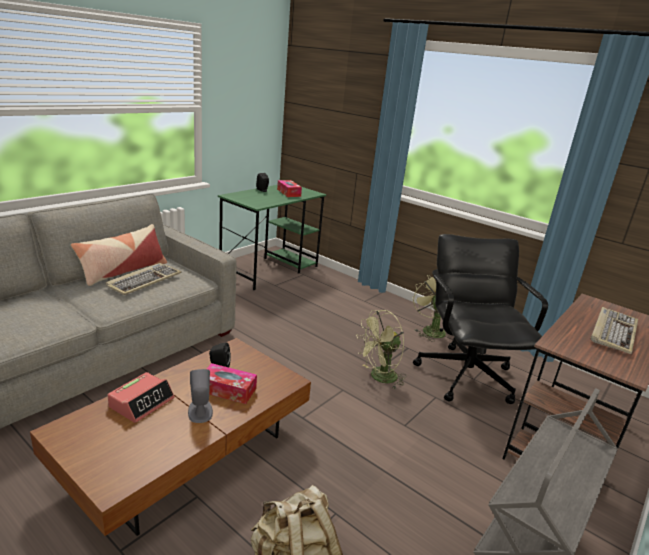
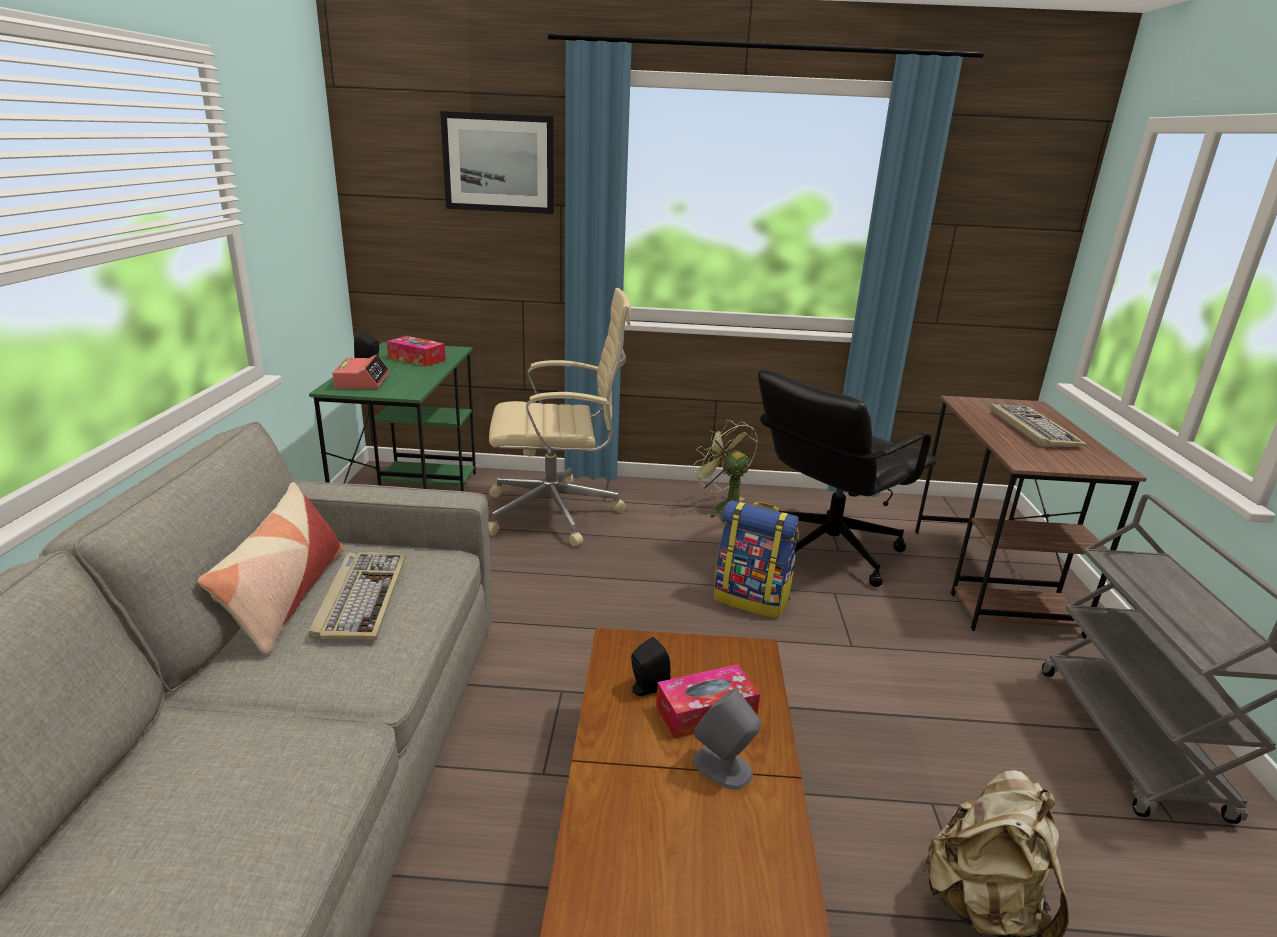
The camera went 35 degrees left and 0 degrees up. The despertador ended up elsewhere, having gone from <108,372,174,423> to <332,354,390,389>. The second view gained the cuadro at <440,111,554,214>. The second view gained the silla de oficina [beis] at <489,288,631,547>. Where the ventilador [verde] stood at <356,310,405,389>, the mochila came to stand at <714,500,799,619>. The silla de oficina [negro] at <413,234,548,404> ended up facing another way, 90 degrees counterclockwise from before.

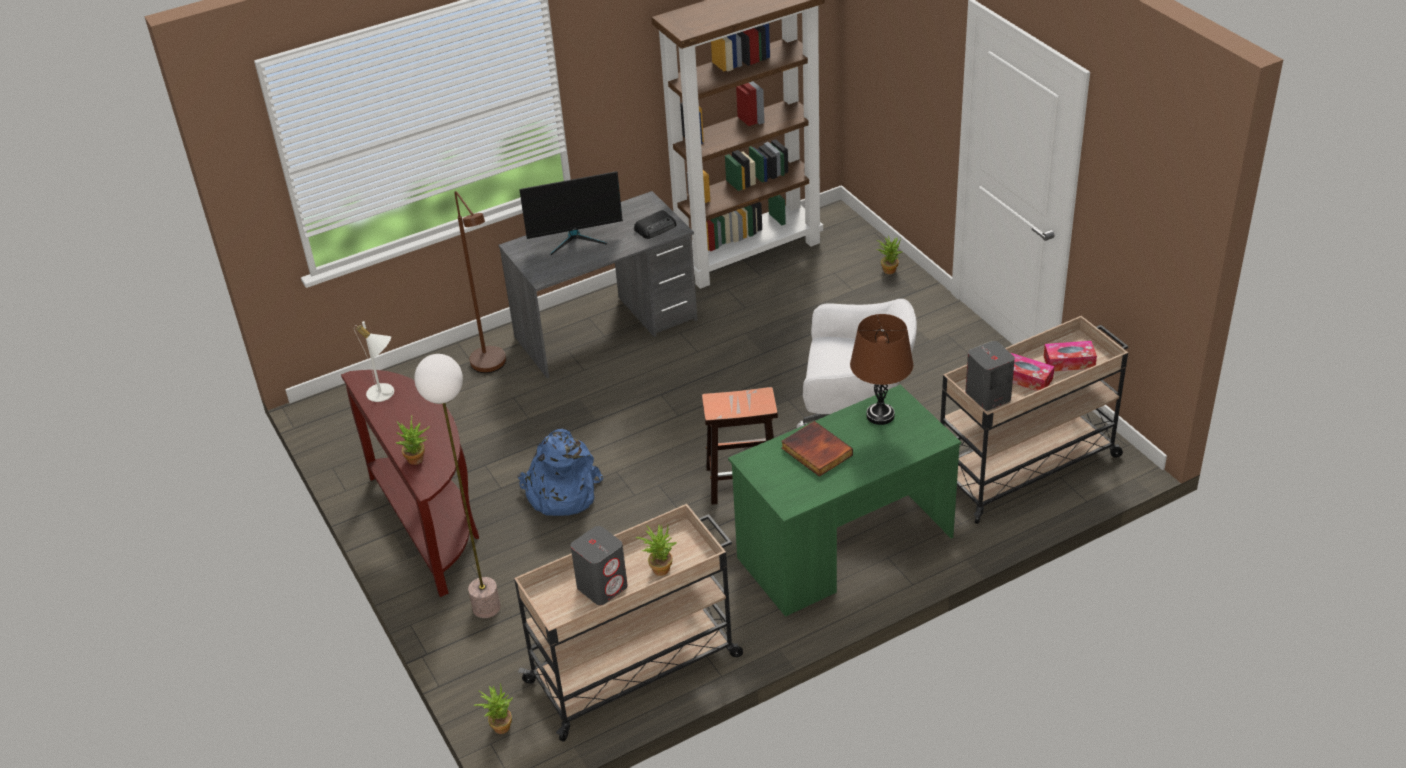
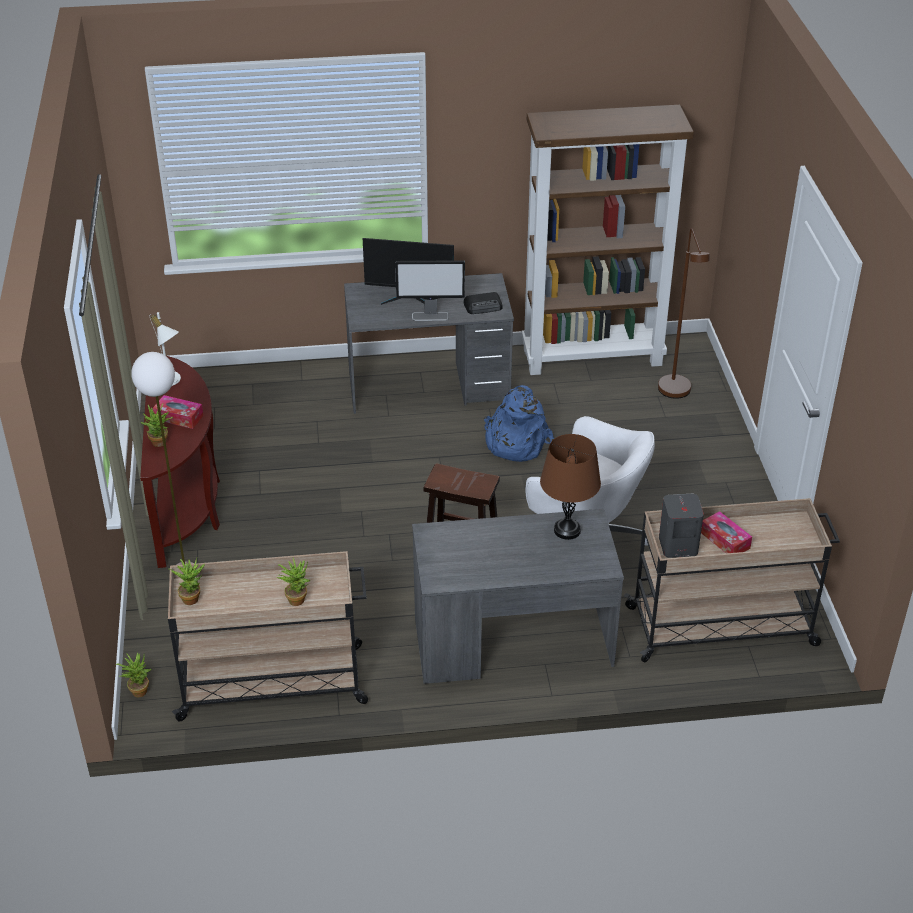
The camera went 20 degrees right and 0 degrees up. The caja de pañuelos ended up elsewhere, having gone from <1044,341,1097,371> to <153,395,203,429>. The planta en maceta ended up elsewhere, having gone from <877,236,903,274> to <169,558,205,605>. The second view gained the monitor at <395,260,465,321>. What was the escritorio [verde] at <728,385,961,617> turned into the escritorio [gris] at <412,509,624,684>. The mochila [azul] ended up elsewhere, having gone from <517,429,603,516> to <484,385,554,462>. The lámpara de pie [marrón] ended up elsewhere, having gone from <455,191,506,373> to <658,228,710,399>. The second view lost the altavoz [gris] at <570,526,628,605>. The second view lost the libro at <781,421,853,477>.

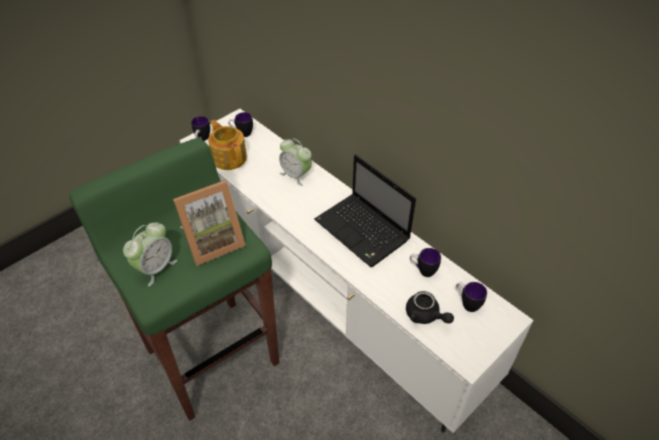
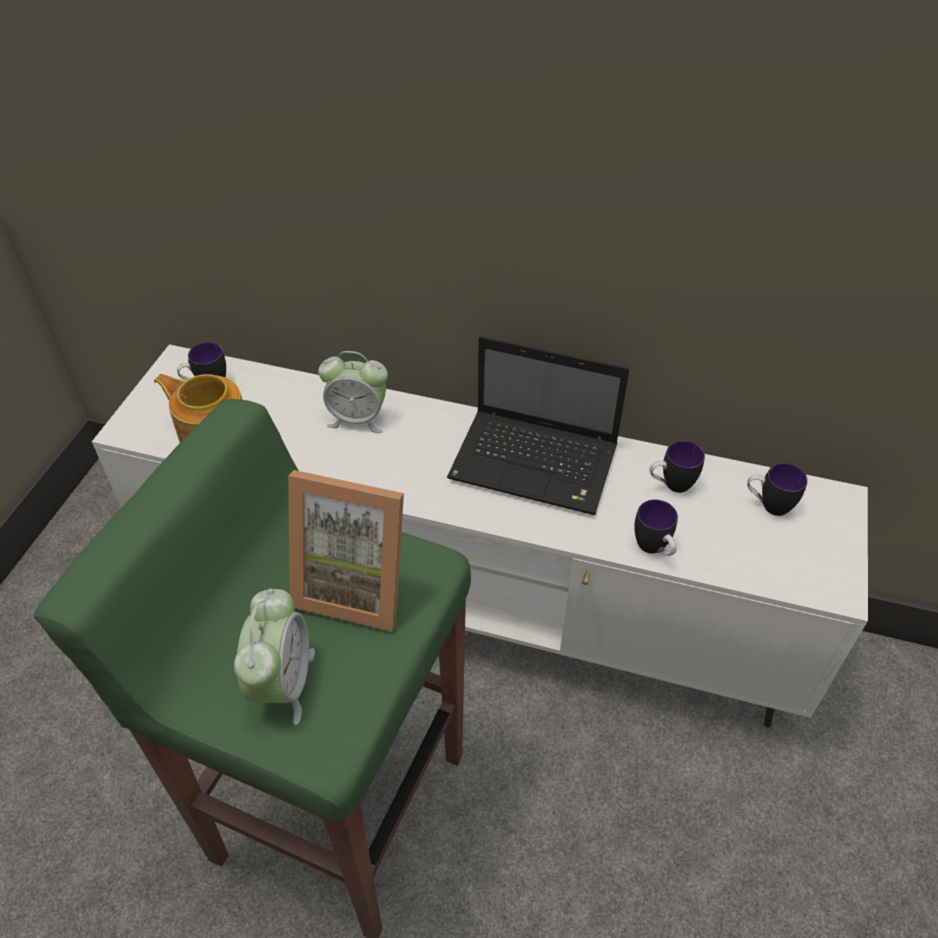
The camera went 30 degrees left and 0 degrees up. The portarretratos at <173,180,245,266> ended up facing another way, 75 degrees clockwise from before. The taza grande ended up elsewhere, having gone from <191,116,210,141> to <634,499,678,556>. The second view lost the tetera [negro] at <406,291,454,324>.

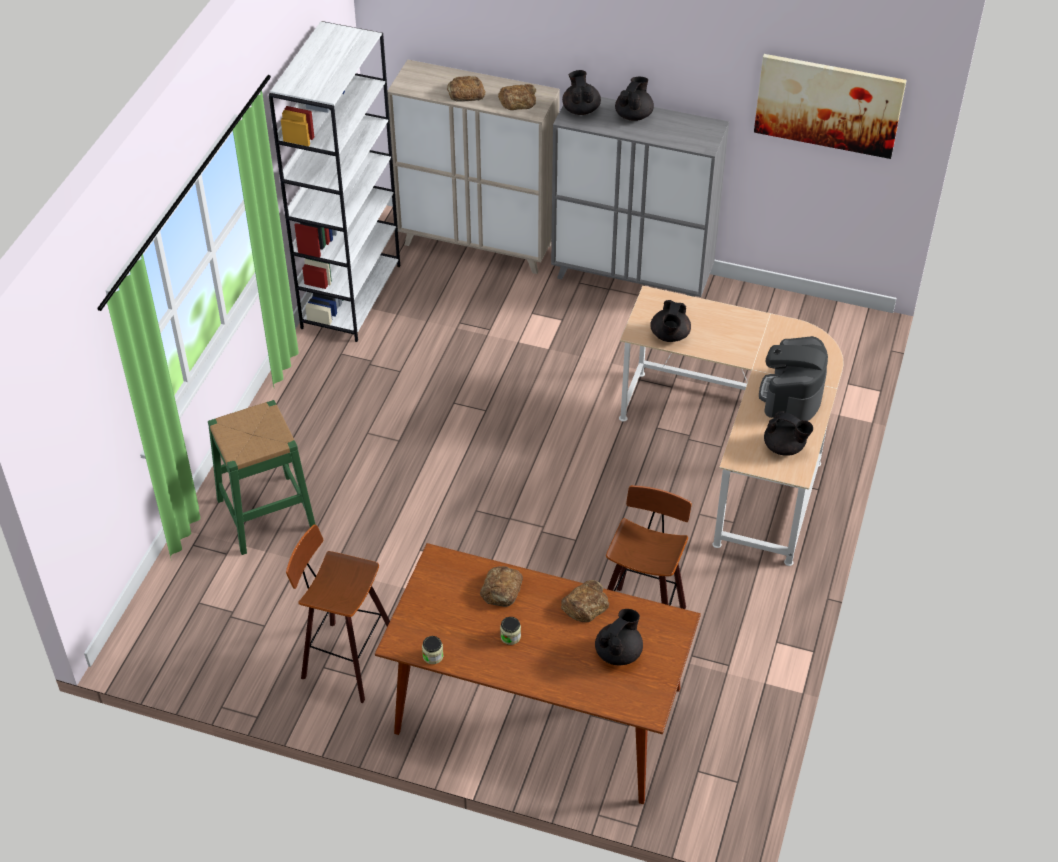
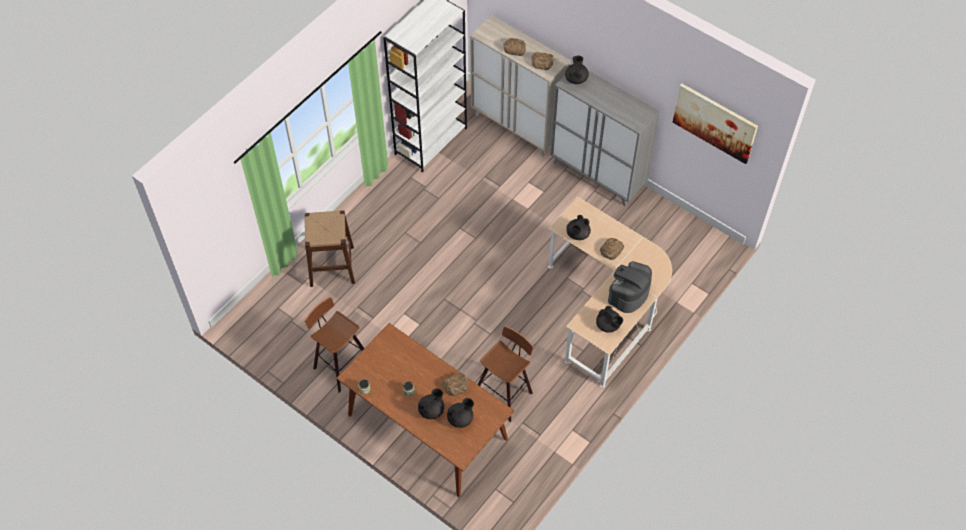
The camera went 20 degrees right and 10 degrees up. What was the taburete [verde] at <208,400,316,555> turned into the taburete [marrón] at <305,211,355,287>. The tetera [negro] ended up elsewhere, having gone from <615,77,654,121> to <418,389,444,419>. The pan ended up elsewhere, having gone from <480,566,523,607> to <600,238,624,260>.

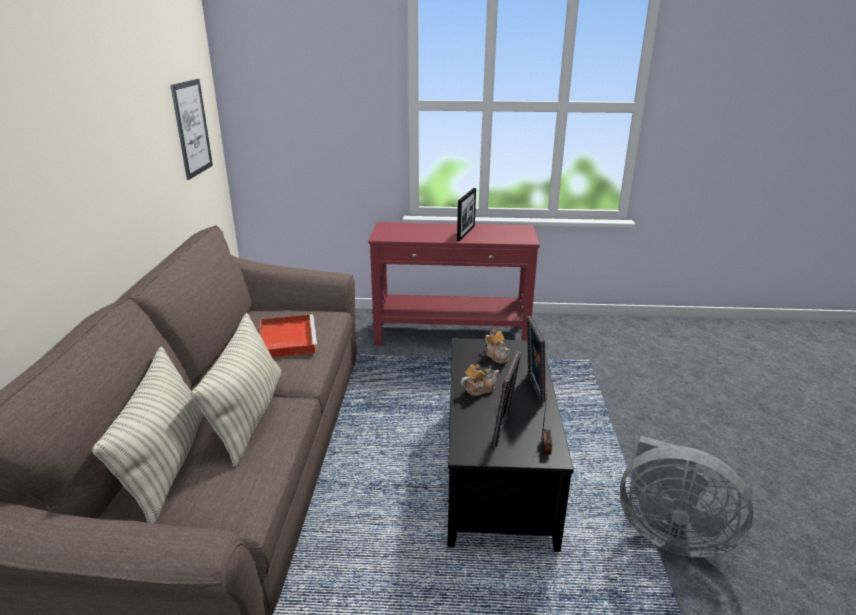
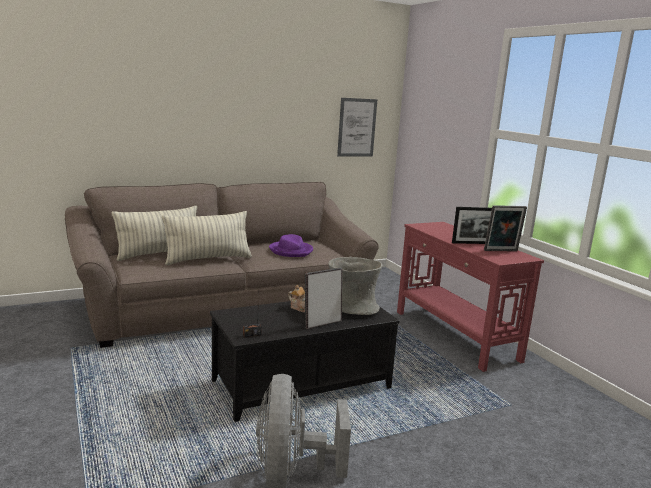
The camera went 60 degrees right and 10 degrees down. Where the bandeja [rojo] stood at <259,314,318,358>, the sombrero [morado] came to stand at <269,234,313,257>. Where the tetera stood at <485,329,510,363>, the florero [gris] came to stand at <328,257,383,315>. The portarretratos ended up elsewhere, having gone from <492,351,521,447> to <484,205,527,251>.

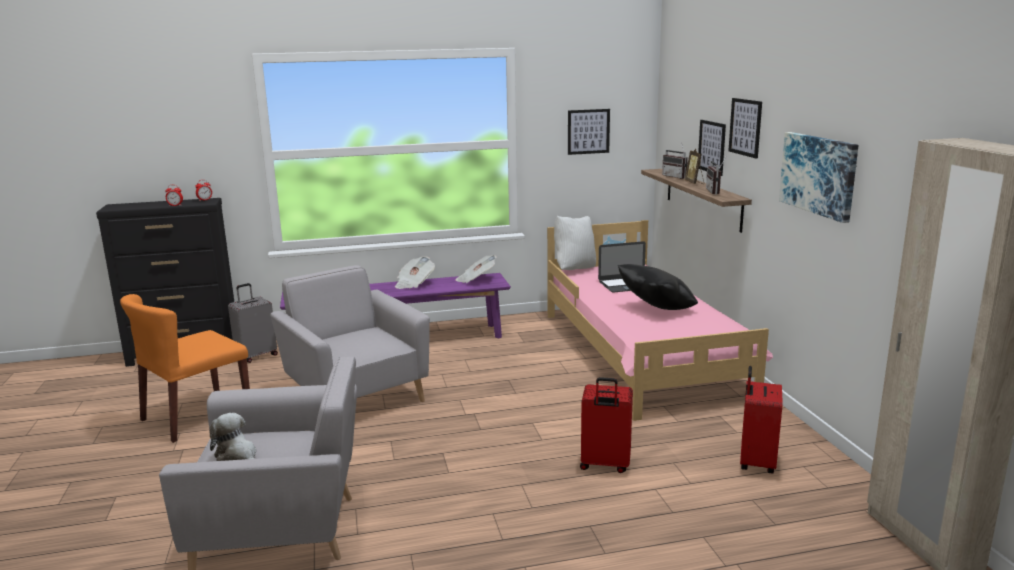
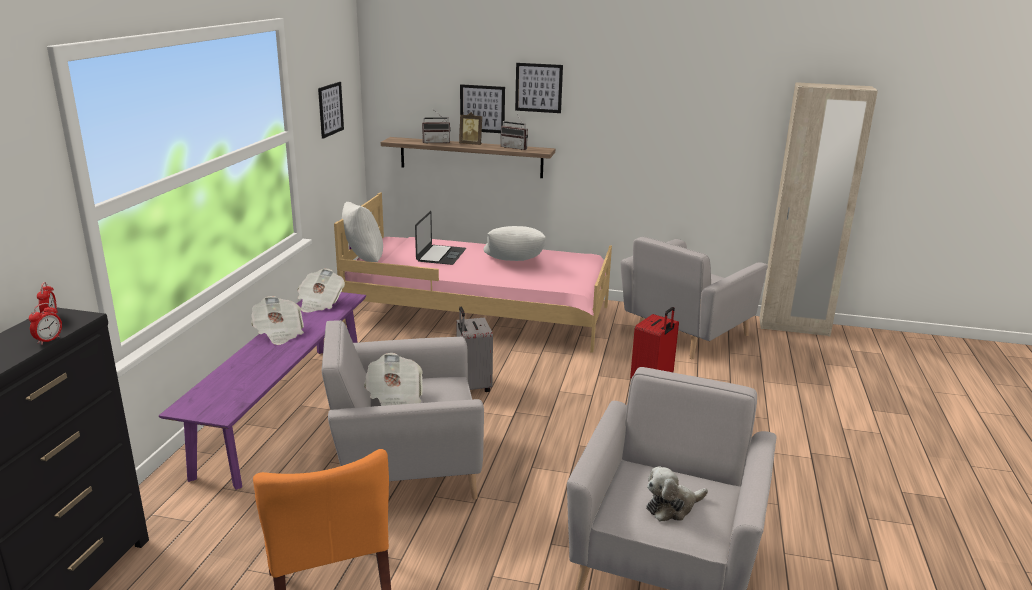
The camera went 65 degrees left and 5 degrees up. The second view gained the periódico at <364,353,423,406>. The maleta [gris] ended up elsewhere, having gone from <228,283,278,363> to <456,307,493,392>. What was the cojín [negro] at <618,264,698,310> turned into the cojín [blanco] at <483,226,546,261>. Where the maleta [rojo] stood at <740,366,783,474>, the sillón [gris] came to stand at <621,237,768,359>. The second view lost the cuadro at <779,132,859,223>.

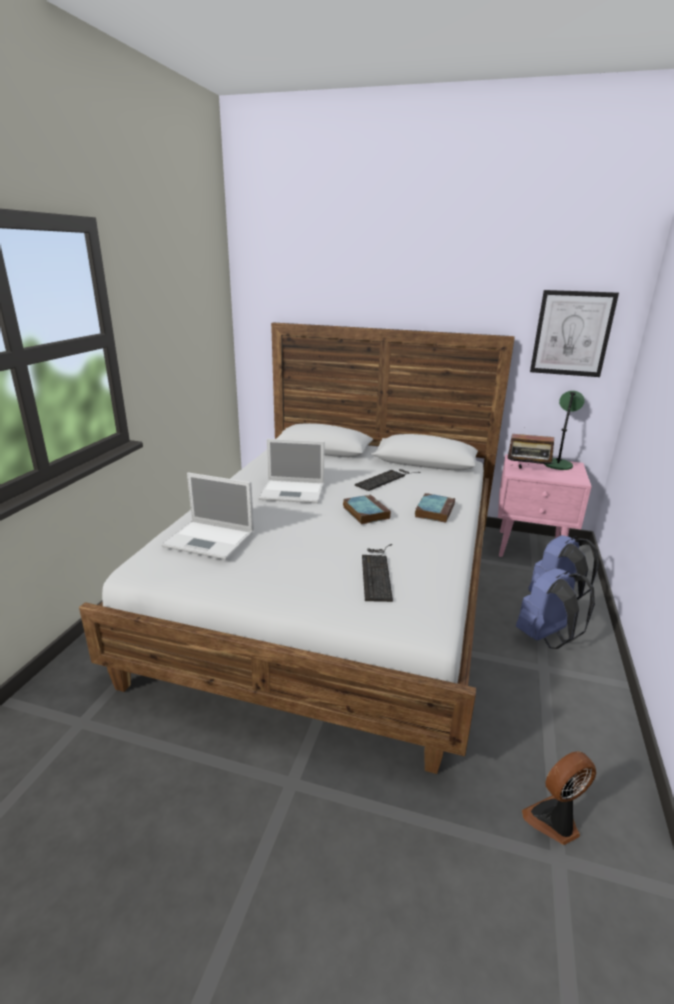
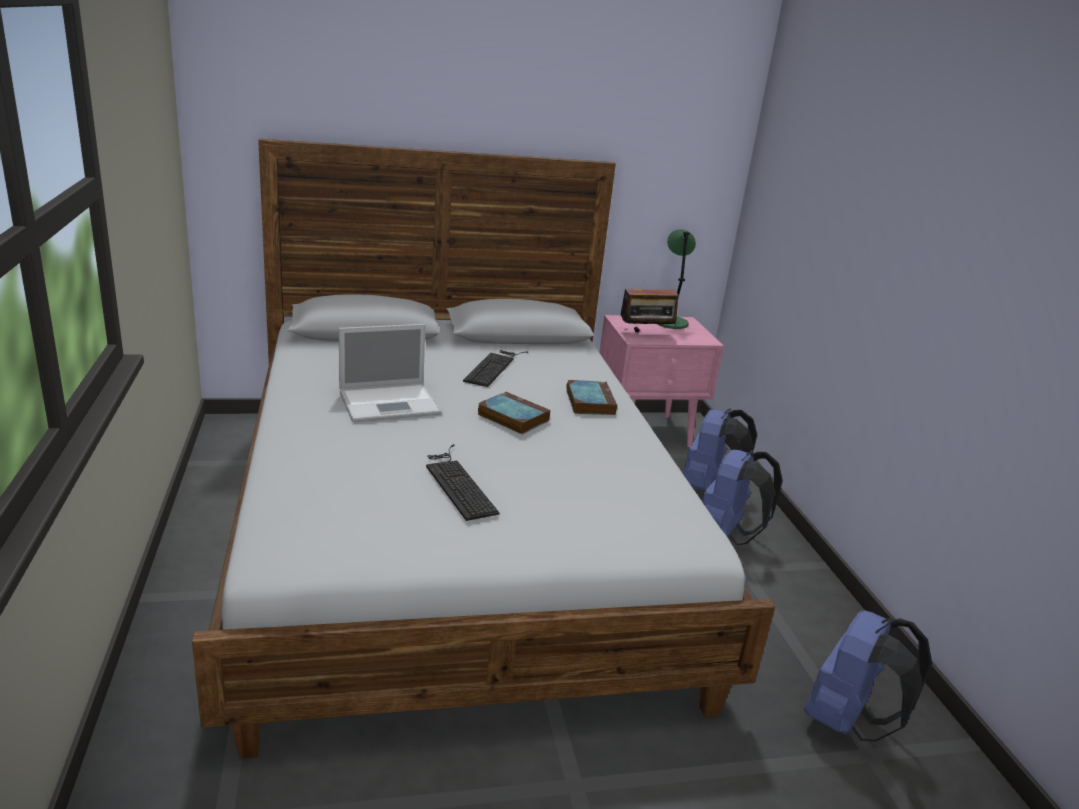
The camera went 30 degrees left and 0 degrees up. The teclado ended up elsewhere, having gone from <362,544,393,602> to <426,444,500,521>. Where the ventilador stood at <522,751,596,845>, the mochila [azul] came to stand at <804,610,932,742>. The second view lost the portátil at <161,472,254,560>. The second view lost the cuadro at <530,290,619,377>.

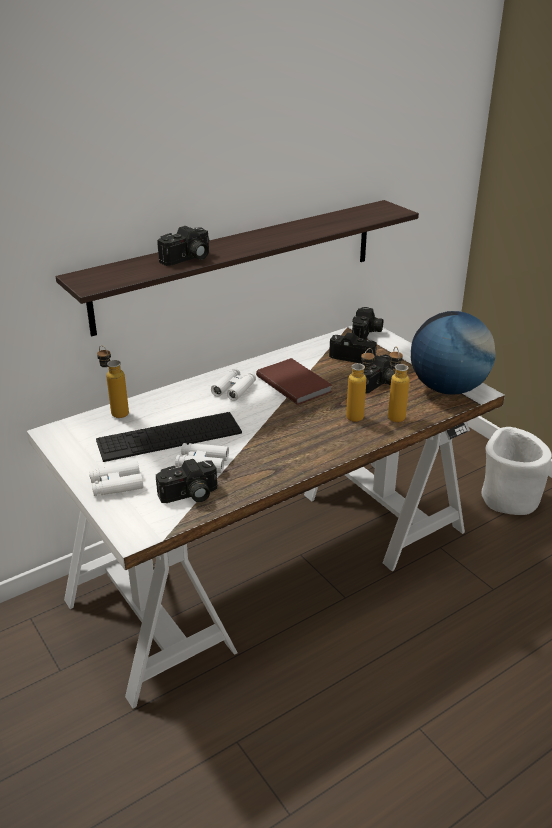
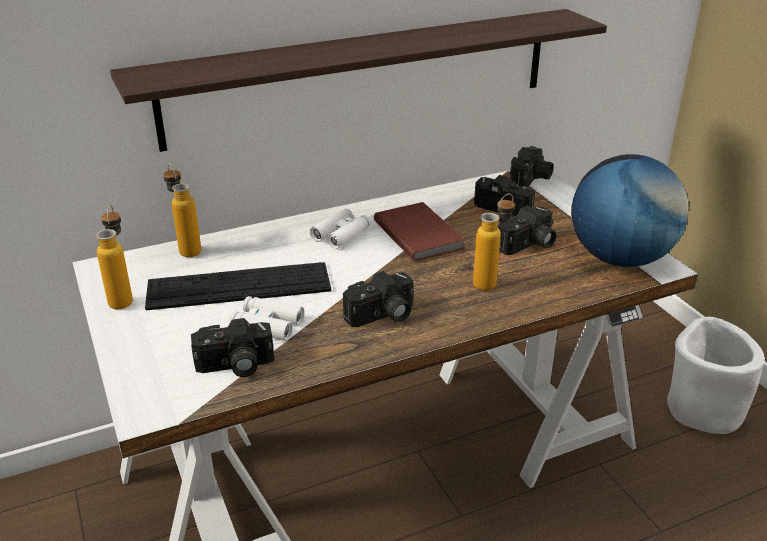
The camera went 10 degrees right and 0 degrees up. The botella ended up elsewhere, having gone from <388,346,410,422> to <96,205,133,309>. The cámara ended up elsewhere, having gone from <157,226,210,266> to <343,271,414,327>. The second view lost the prismáticos [blanco] at <89,461,143,496>.

